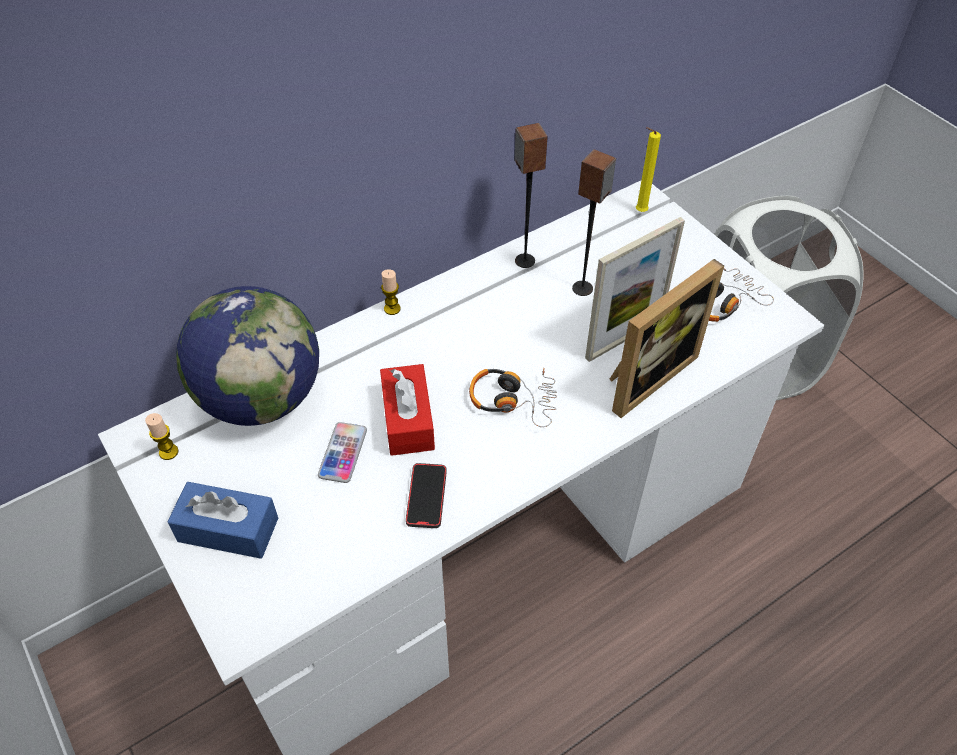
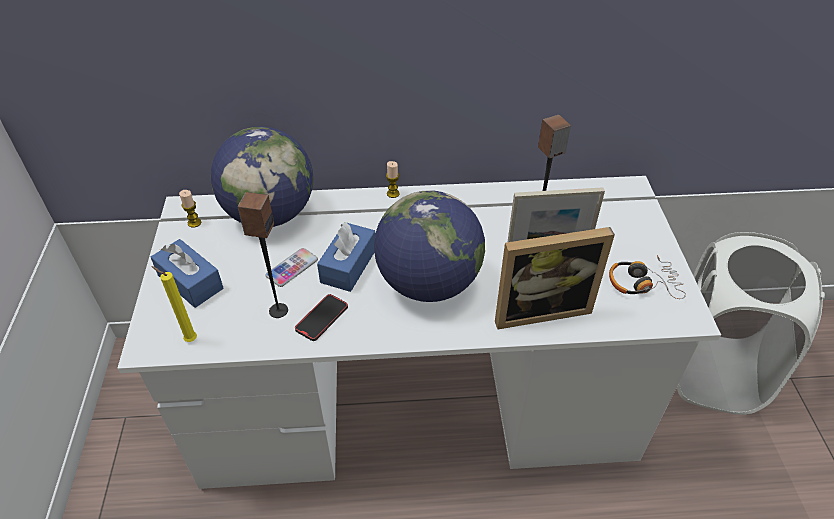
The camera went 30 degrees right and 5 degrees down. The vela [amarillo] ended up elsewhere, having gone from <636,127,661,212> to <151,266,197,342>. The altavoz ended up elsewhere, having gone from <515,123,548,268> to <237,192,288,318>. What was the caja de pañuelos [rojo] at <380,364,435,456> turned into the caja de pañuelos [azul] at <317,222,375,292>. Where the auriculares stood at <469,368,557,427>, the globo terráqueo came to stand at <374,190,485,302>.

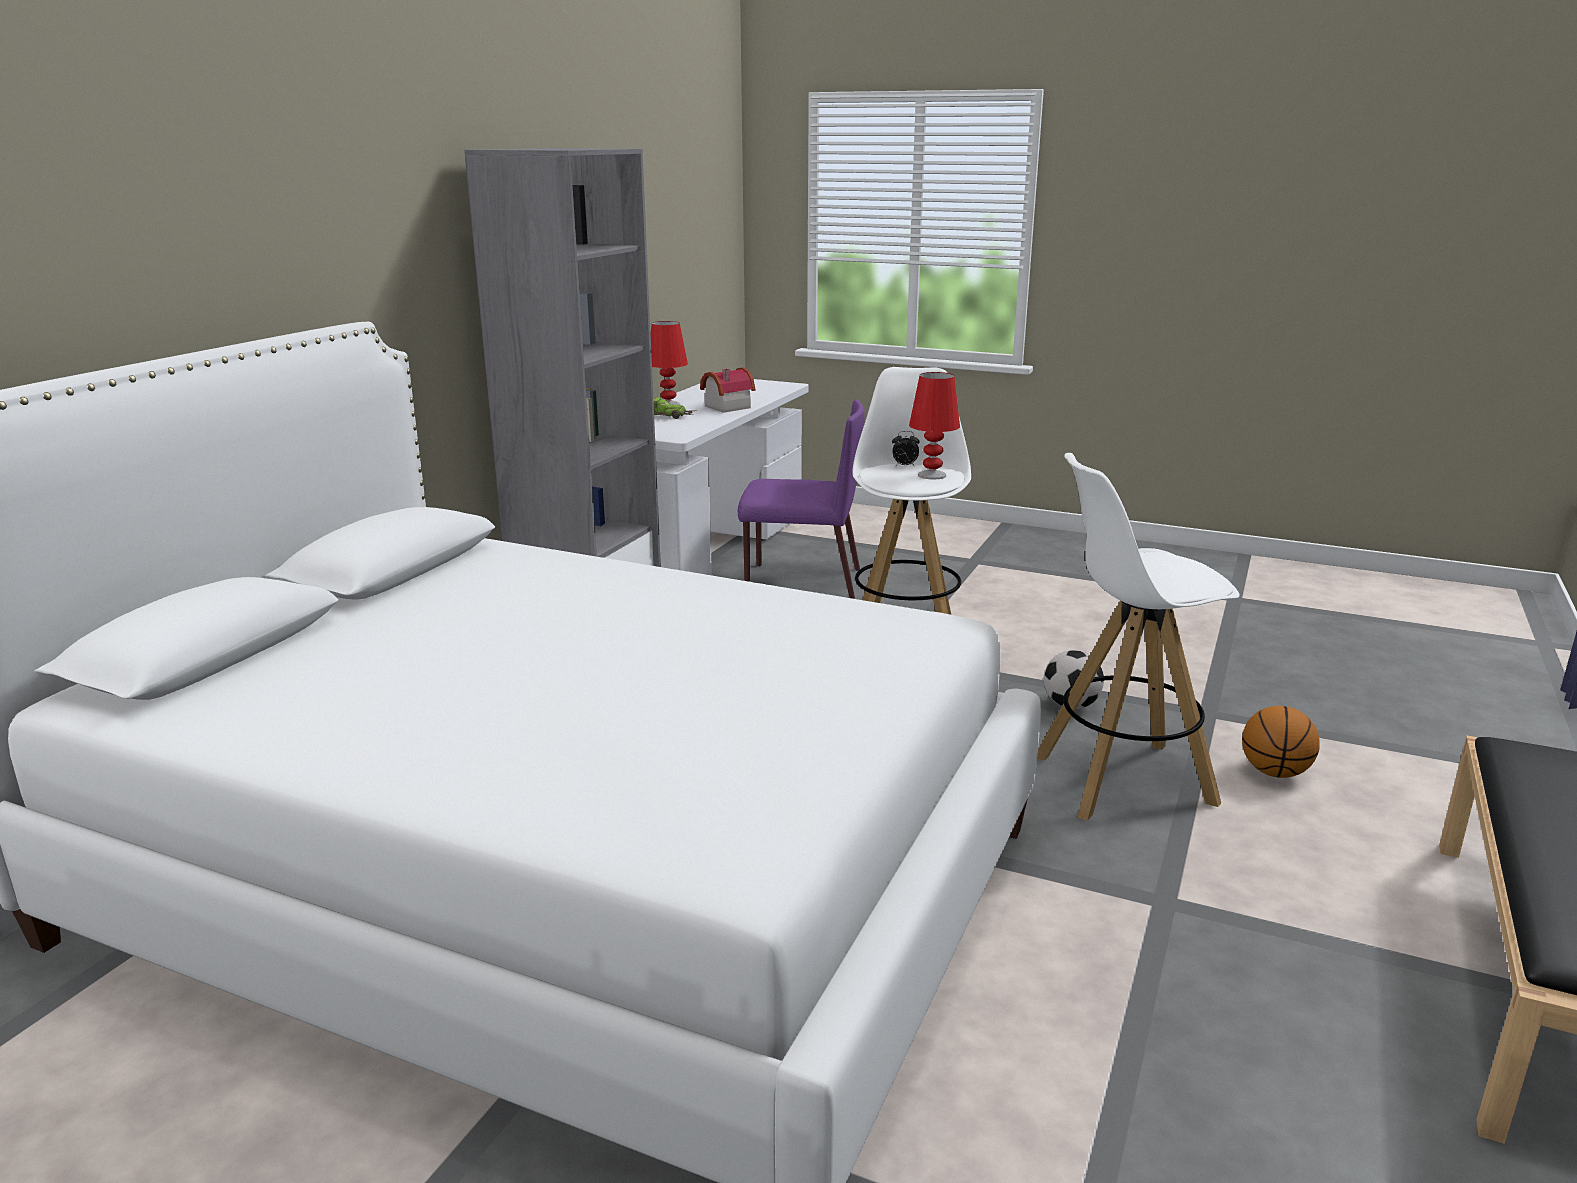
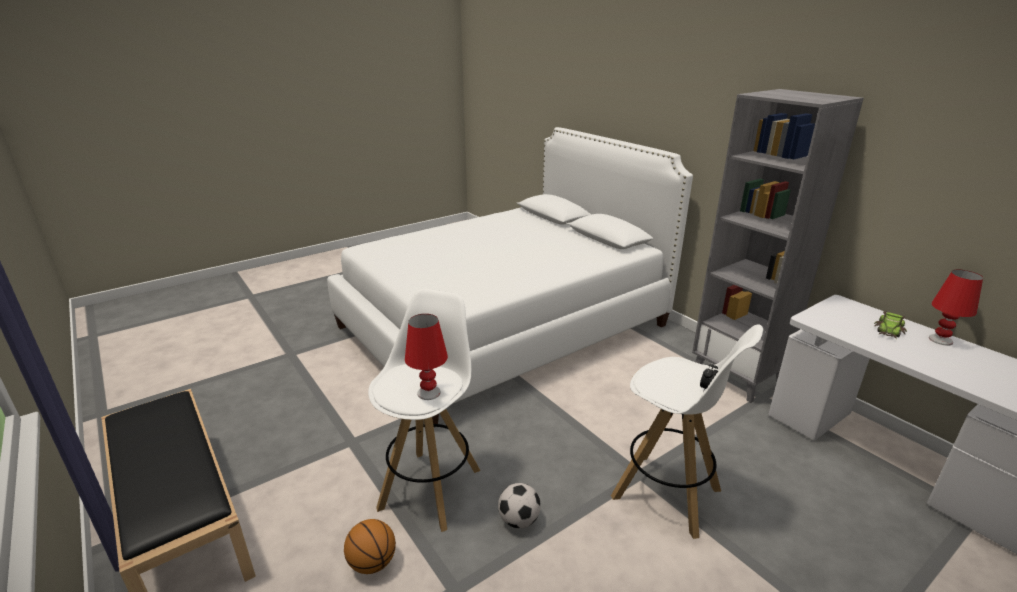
The camera went 120 degrees right and 5 degrees up. The lámpara de mesa [rojo] ended up elsewhere, having gone from <909,372,960,479> to <405,314,448,400>. The second view lost the casita at <700,367,755,413>. The second view lost the silla [morado] at <738,399,865,599>.

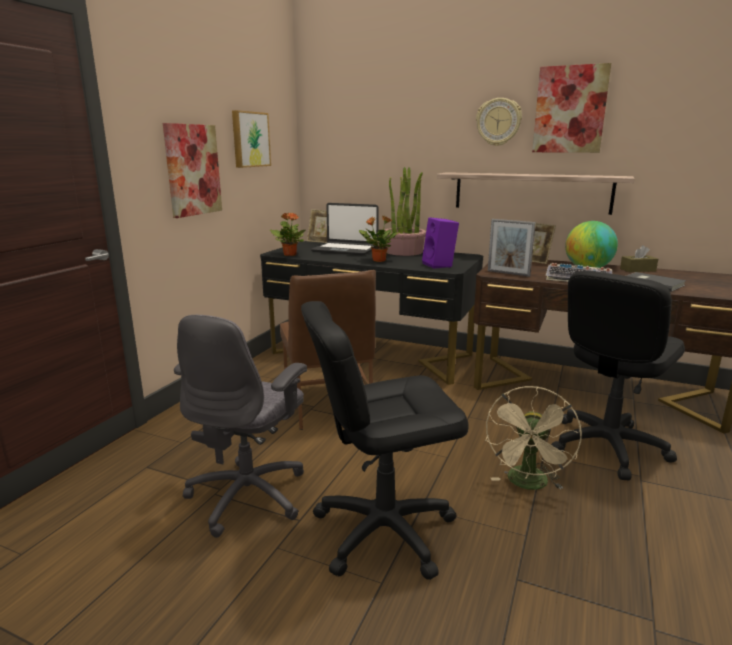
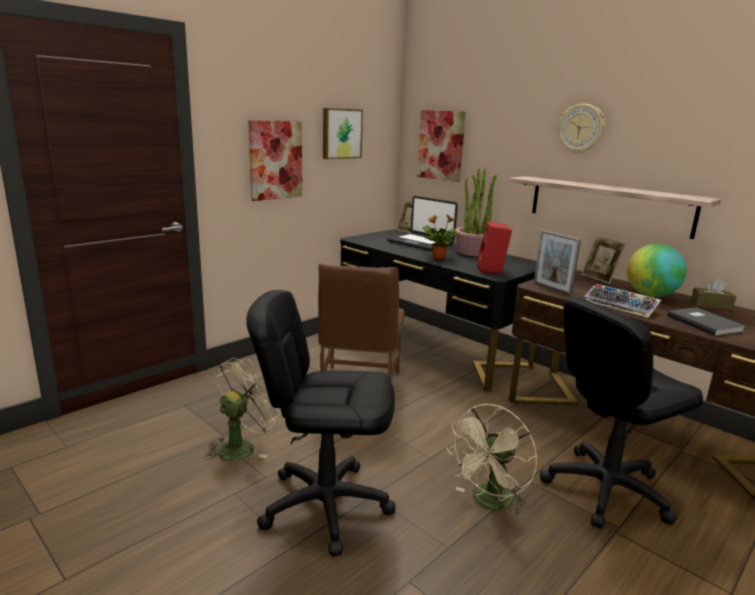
The camera went 20 degrees right and 0 degrees up. Where the silla de oficina [gris] stood at <174,315,307,538>, the ventilador [beis] came to stand at <205,358,280,461>. The cuadro ended up elsewhere, having gone from <532,63,611,153> to <417,110,466,182>. What was the altavoz [morado] at <422,217,459,269> turned into the altavoz [rojo] at <477,221,512,274>. The second view lost the planta en maceta at <270,212,305,256>.

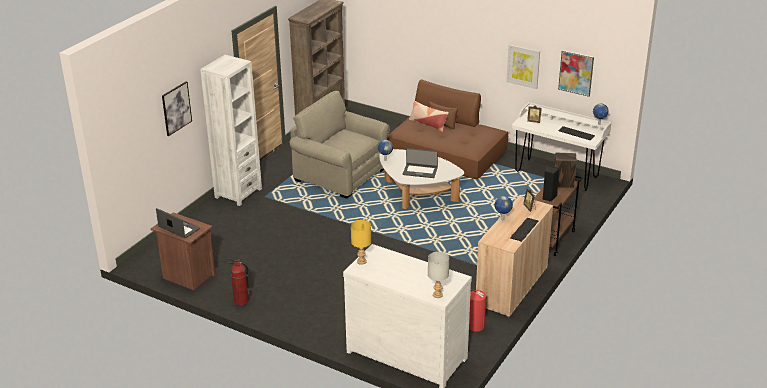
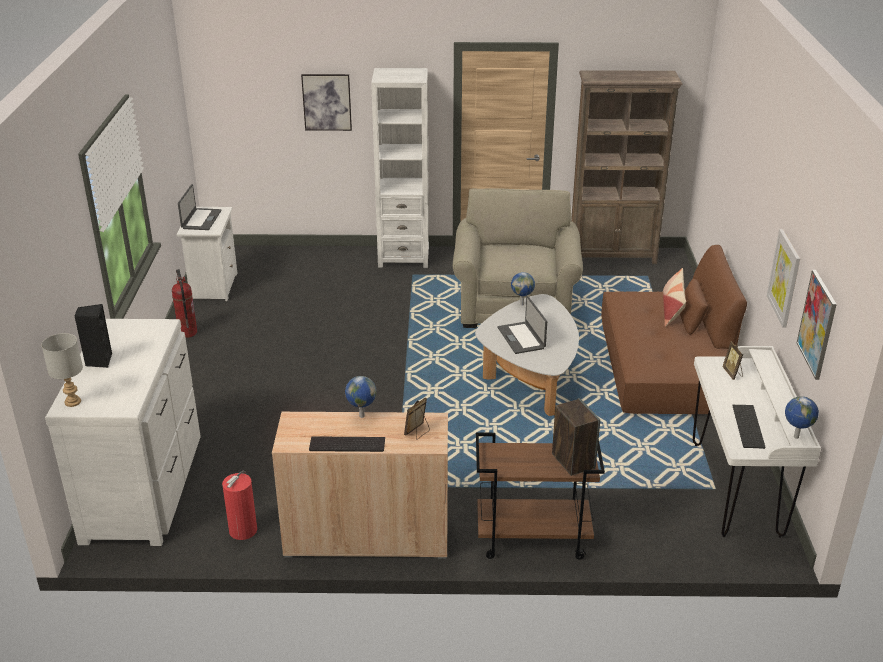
The camera went 60 degrees right and 0 degrees up. The altavoz [negro] ended up elsewhere, having gone from <542,165,560,202> to <74,304,112,368>. What was the mesita de noche [marrón] at <151,212,216,290> turned into the mesita de noche [blanco] at <177,207,237,301>. The second view lost the lámpara de mesa [amarillo] at <351,220,371,265>.

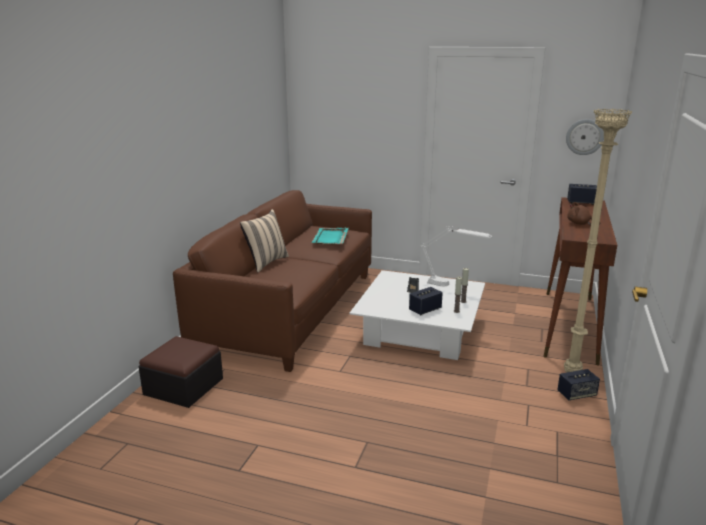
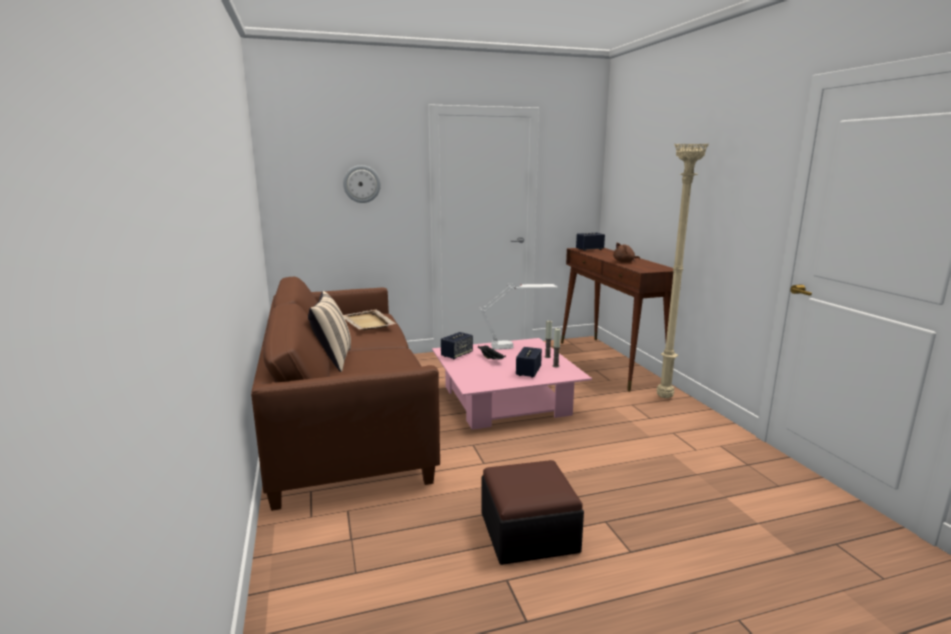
The camera went 35 degrees left and 5 degrees down. The reloj de pared ended up elsewhere, having gone from <566,119,604,155> to <343,165,381,203>. What was the bandeja [turquesa] at <311,228,349,245> turned into the bandeja [beis] at <343,309,396,330>. What was the mesa de centro [blanco] at <349,270,485,360> turned into the mesa de centro [rosa] at <432,338,592,430>. The altavoz ended up elsewhere, having gone from <557,369,600,401> to <441,332,473,359>. The puf ended up elsewhere, having gone from <139,336,223,408> to <482,460,584,565>.

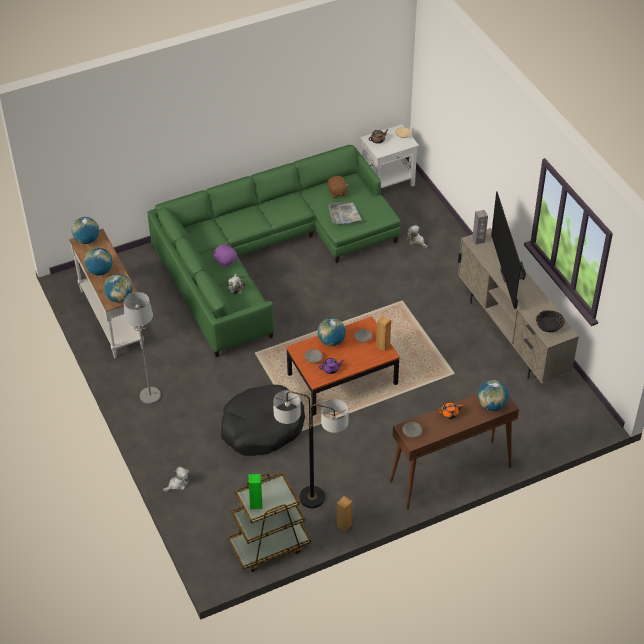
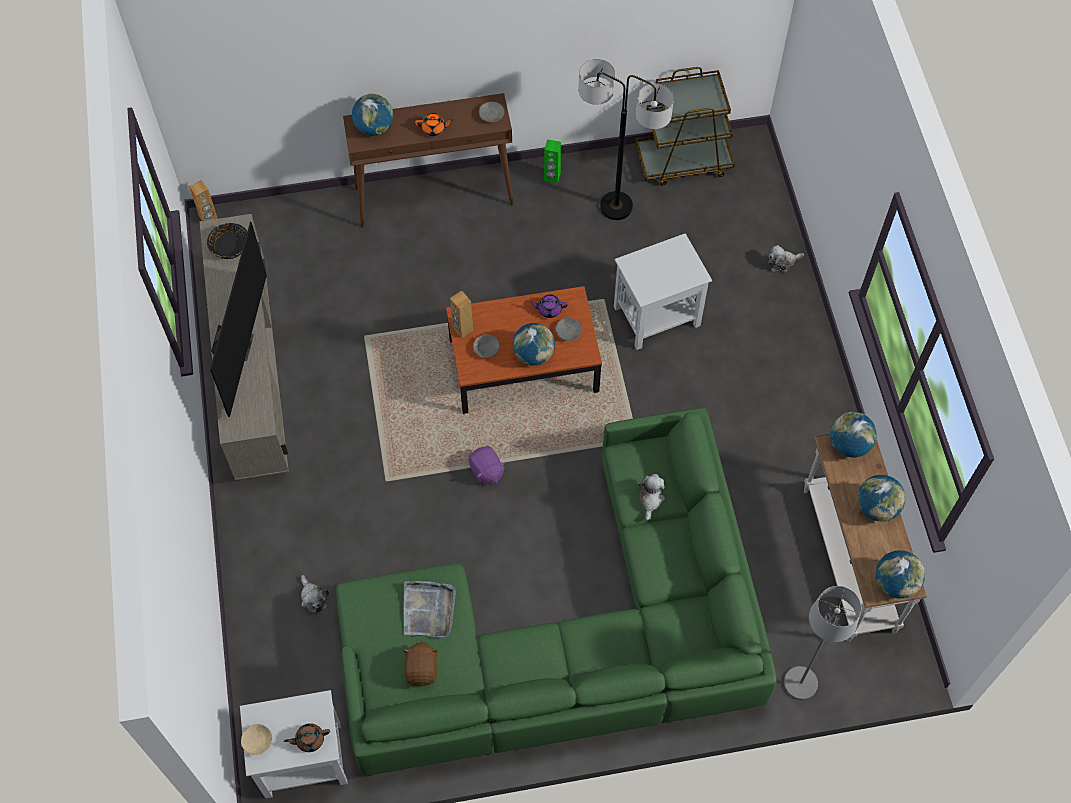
The camera went 165 degrees left and 15 degrees up. The altavoz [marrón] ended up elsewhere, having gone from <337,496,352,532> to <189,180,218,221>. The peluche [morado] ended up elsewhere, having gone from <213,243,238,268> to <468,446,505,485>. The altavoz [verde] ended up elsewhere, having gone from <248,474,262,509> to <544,139,561,184>. Where the cama para perro [negro] stood at <221,384,305,456>, the mesa auxiliar [blanco] came to stand at <614,233,712,350>. The lámpara de pie [gris] ended up elsewhere, having gone from <124,292,161,404> to <784,586,861,700>. The second view lost the altavoz [gris] at <472,210,488,244>.

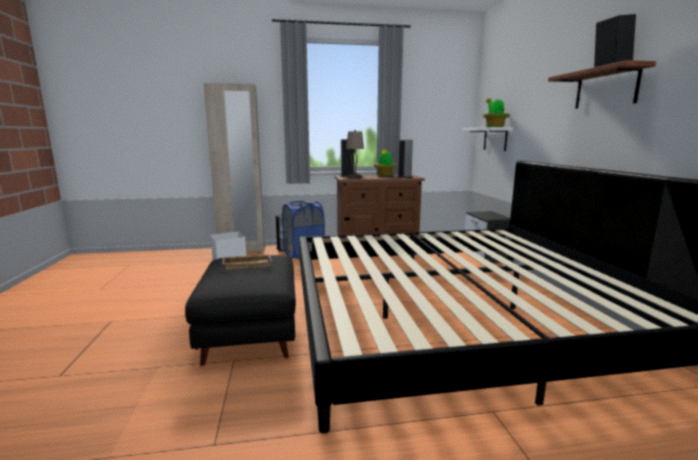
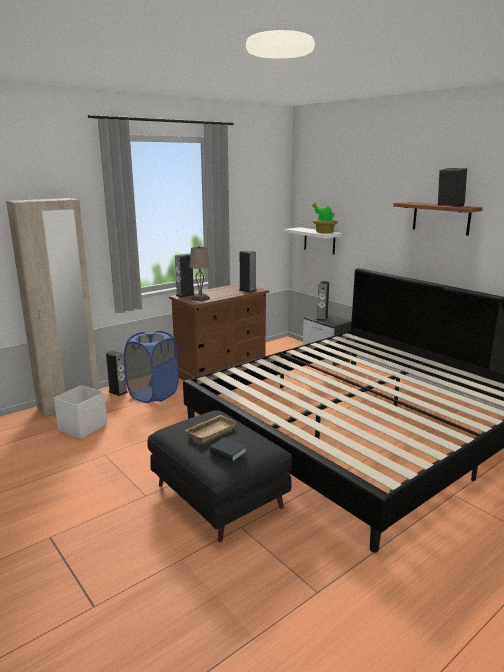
The camera went 30 degrees left and 5 degrees up. The second view gained the libro at <209,437,247,462>. The second view gained the altavoz at <316,281,329,321>. The second view lost the planta en maceta at <374,149,397,176>.

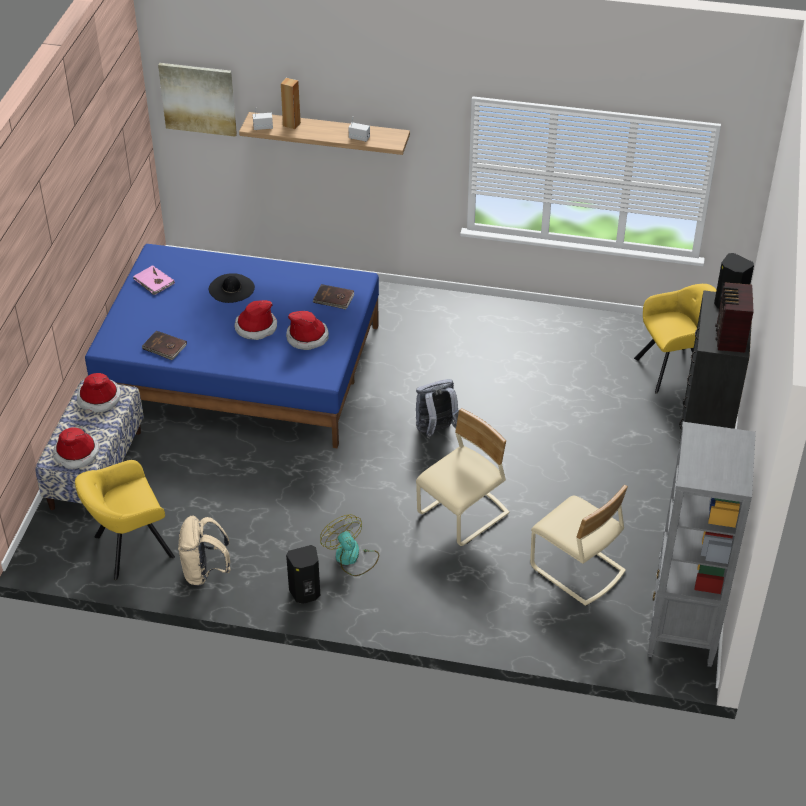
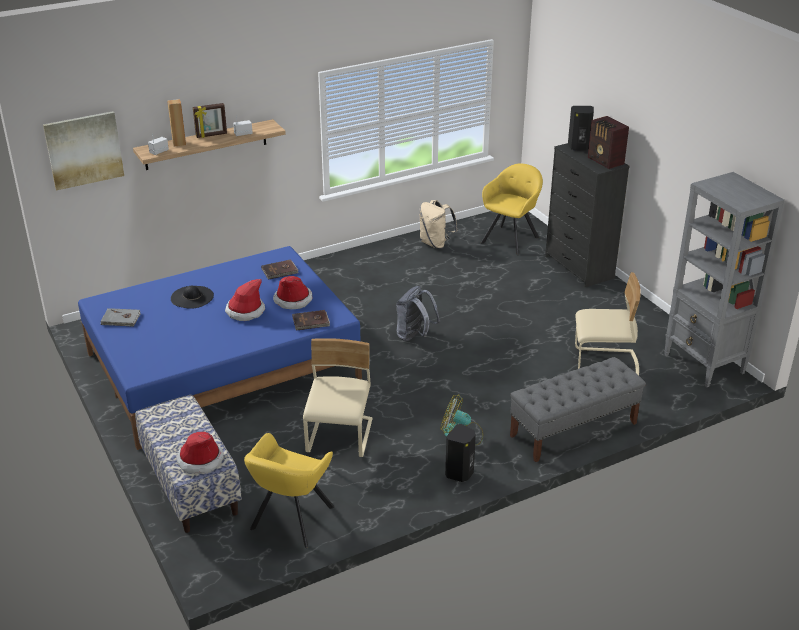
The camera went 40 degrees left and 10 degrees down. What was the libro [rosa] at <133,265,175,295> turned into the libro [gris] at <100,308,141,327>. The second view gained the portarretratos at <193,103,227,138>. The libro [marrón] ended up elsewhere, having gone from <142,331,187,360> to <292,310,330,331>. The silla [beis] ended up elsewhere, having gone from <416,408,509,546> to <303,338,373,457>. The mochila [beis] ended up elsewhere, having gone from <178,516,231,586> to <419,200,458,249>. The second view gained the banco [gris] at <510,357,646,462>. The second view lost the sombrero at <77,373,121,412>.

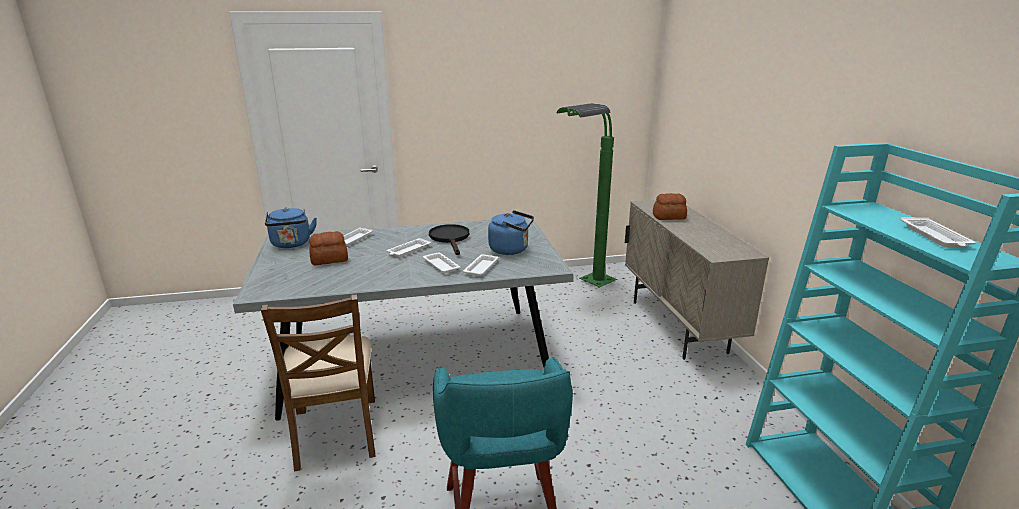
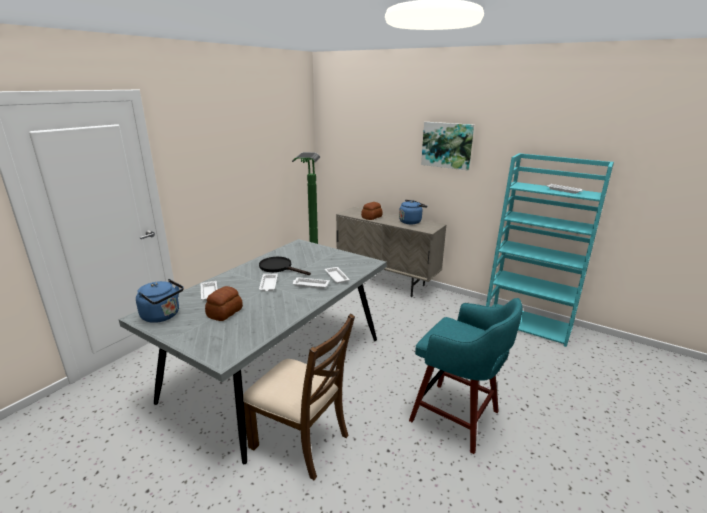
The camera went 45 degrees left and 0 degrees up. The hervidor [azul] ended up elsewhere, having gone from <488,210,534,255> to <399,200,427,224>. The second view gained the cuadro at <421,122,474,170>.

